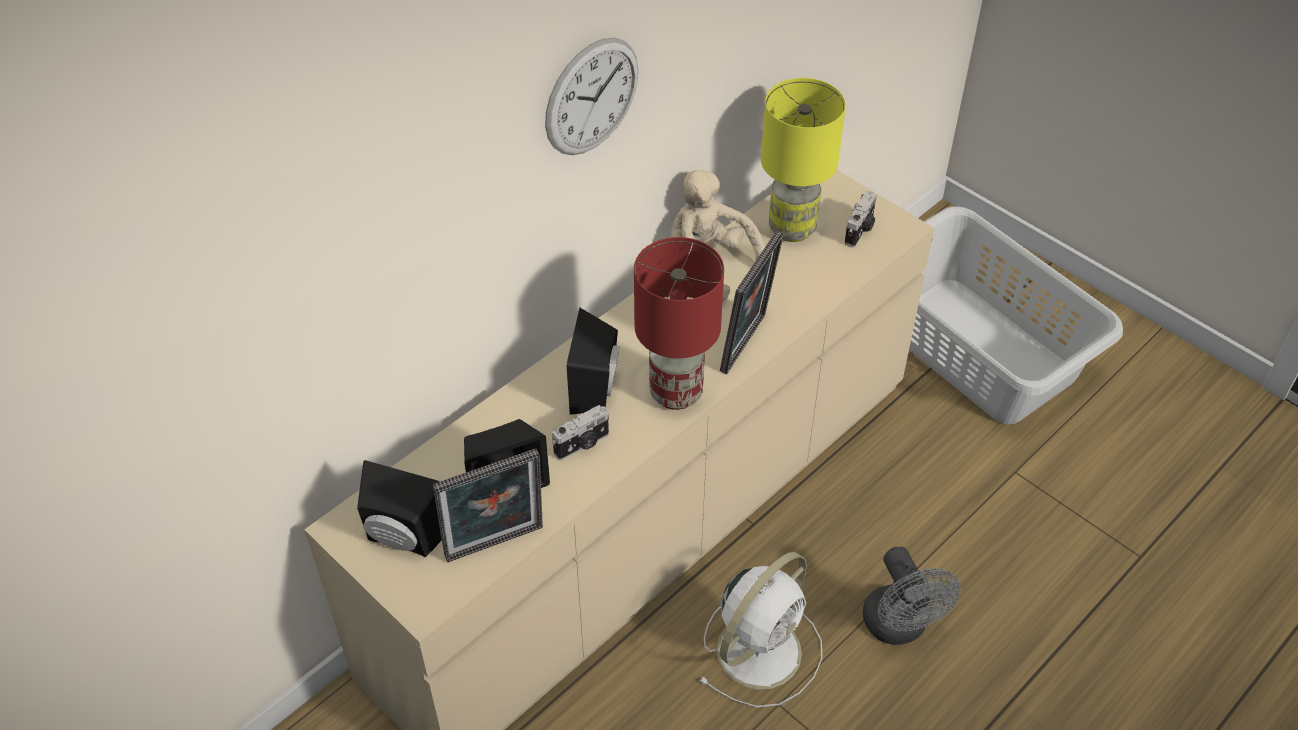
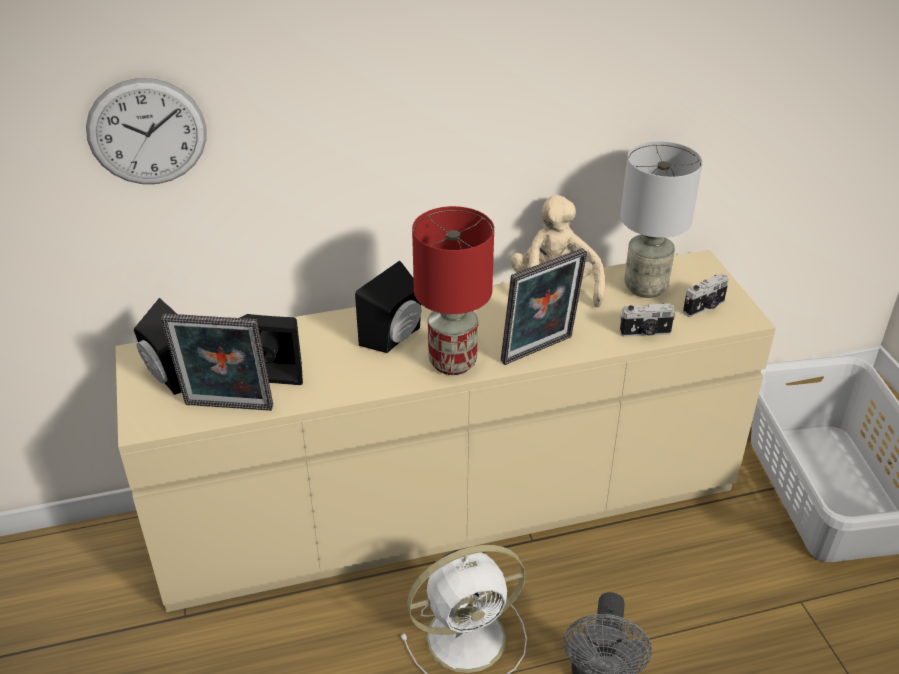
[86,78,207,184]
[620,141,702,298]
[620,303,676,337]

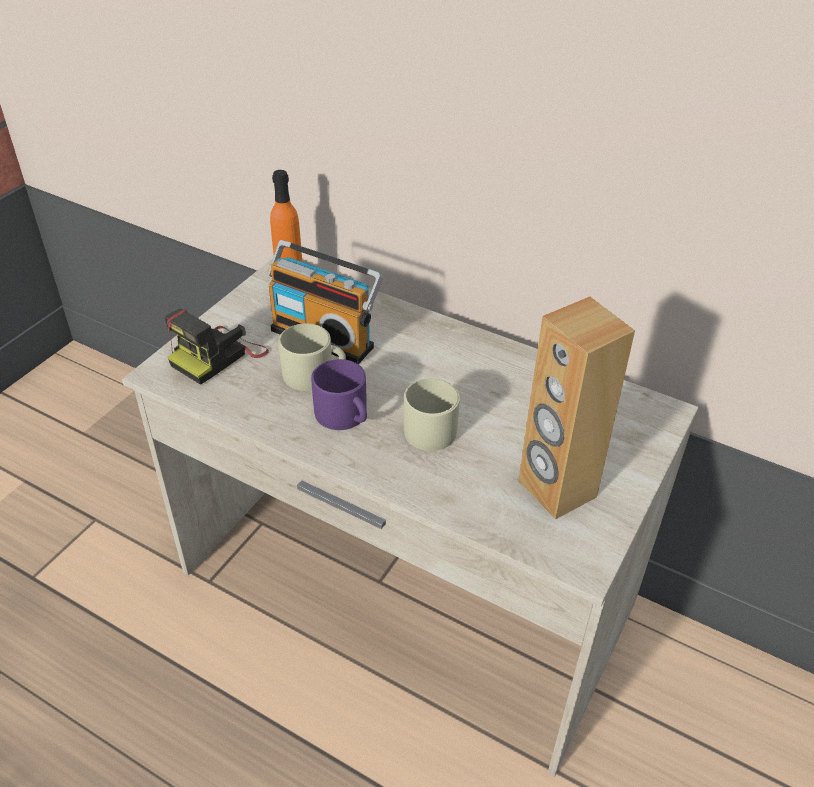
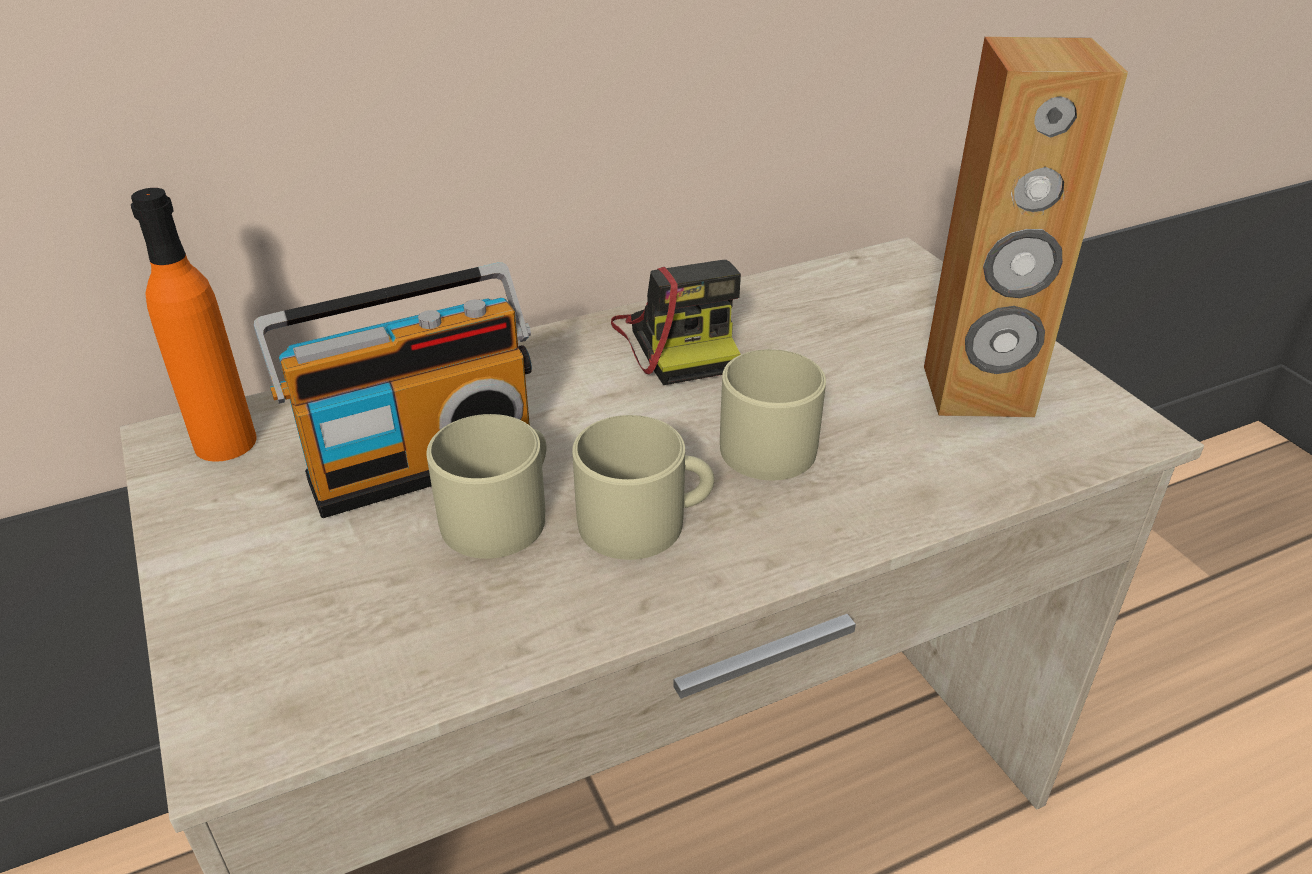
[611,260,741,385]
[572,415,714,560]

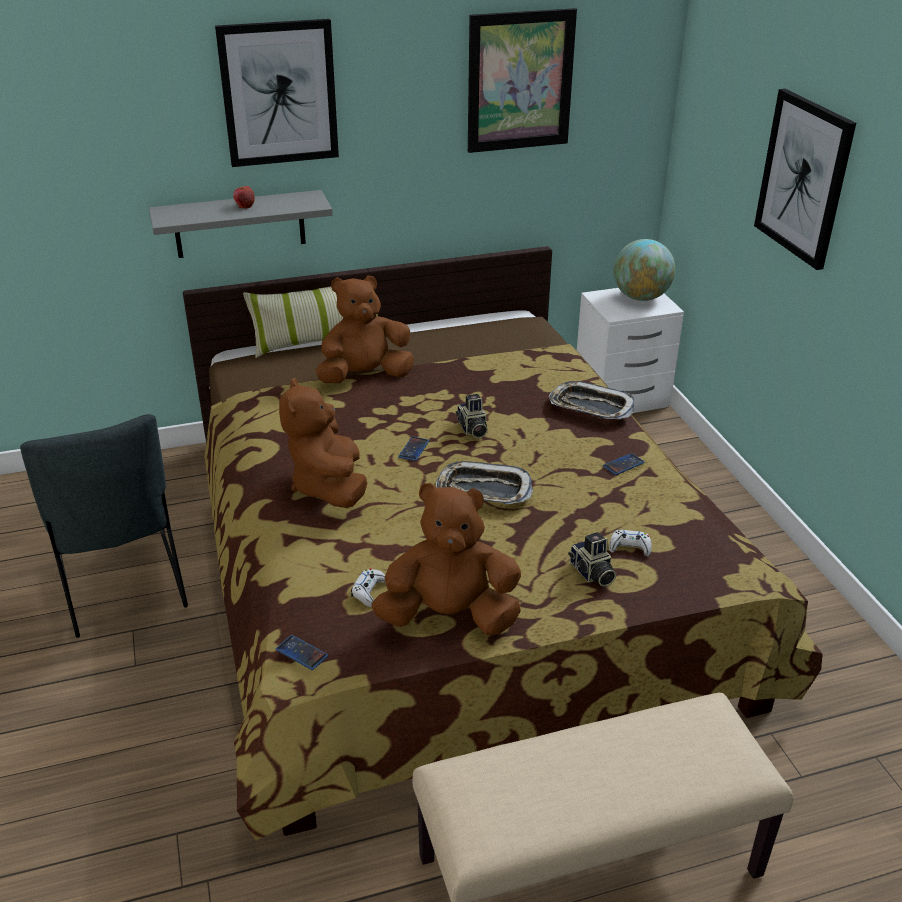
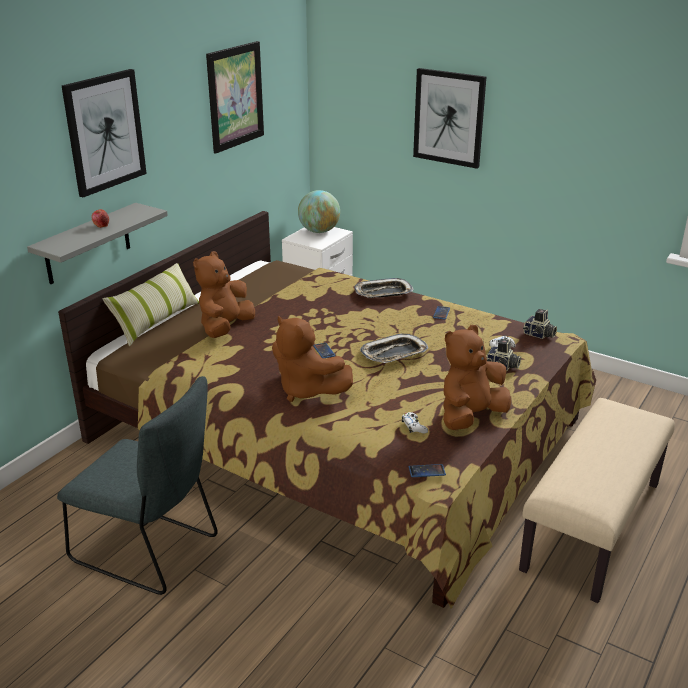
[523,309,557,339]

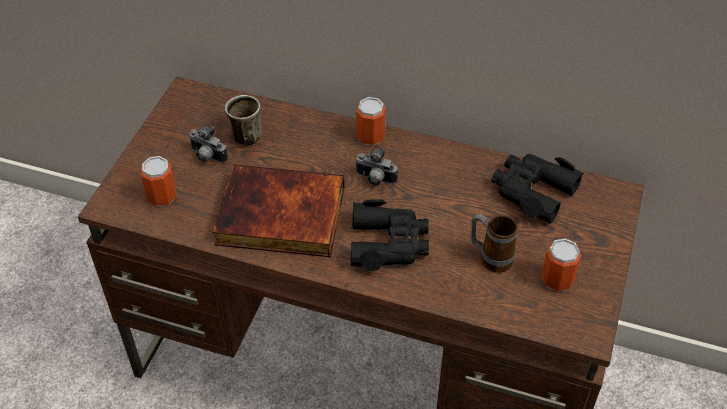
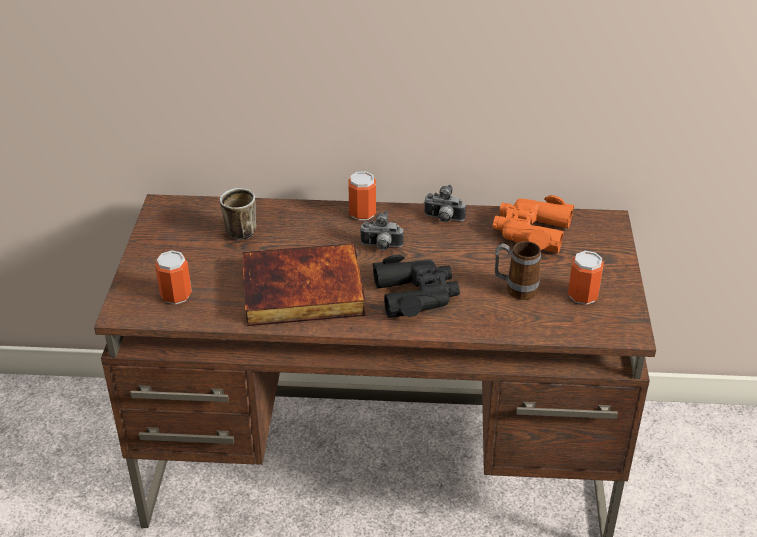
[424,185,466,222]
[493,195,574,253]

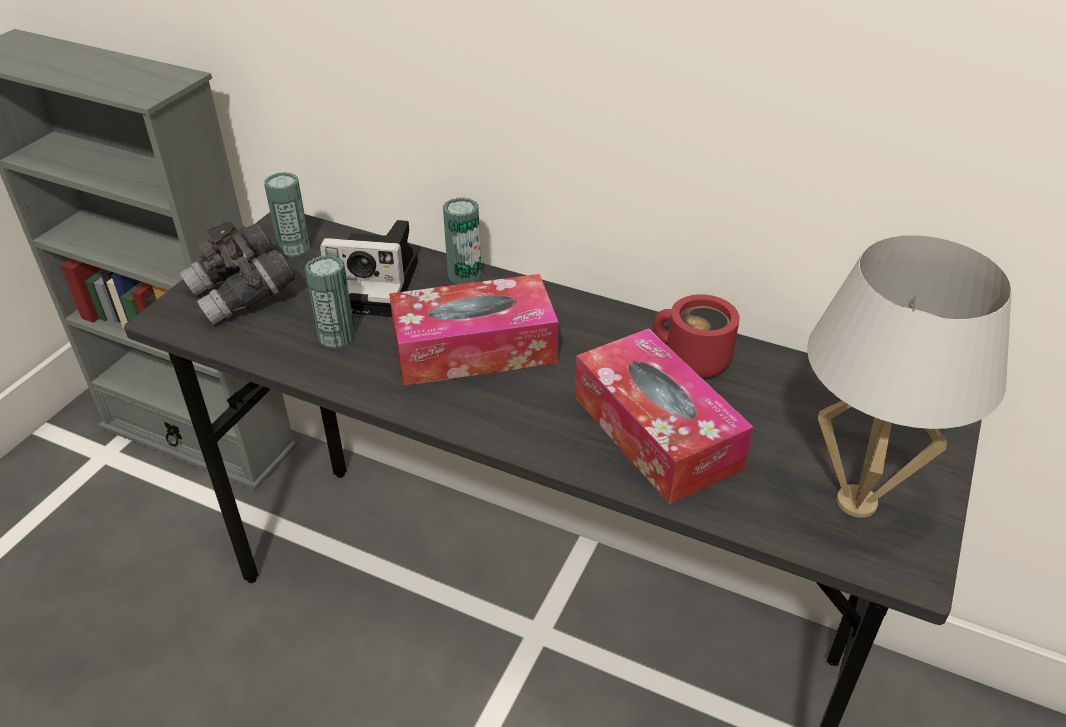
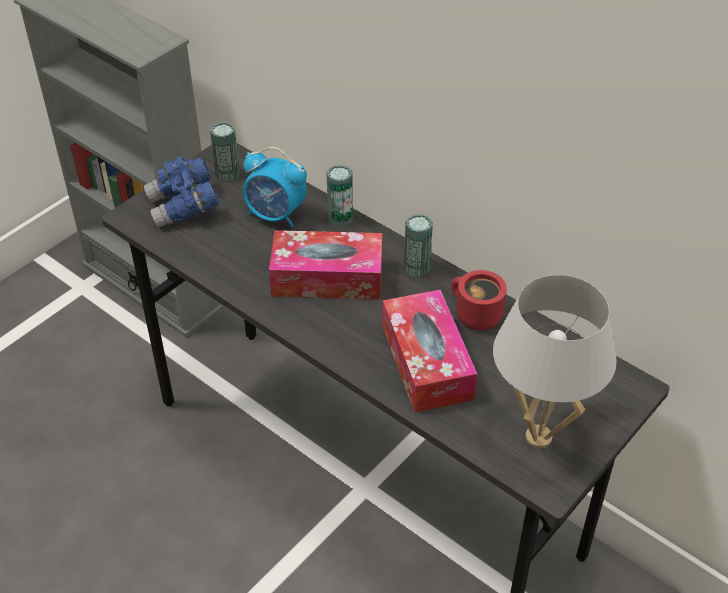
[243,147,307,227]
[144,156,219,228]
[404,214,433,278]

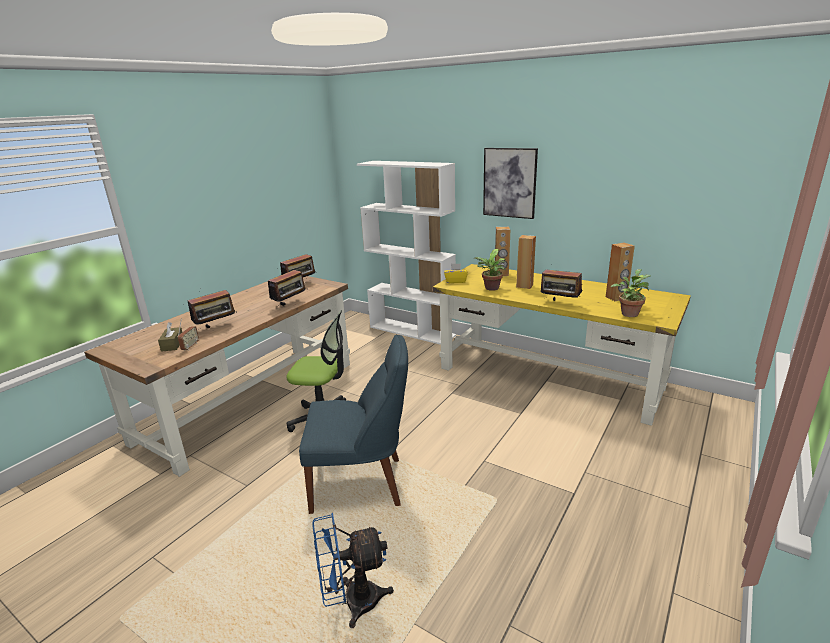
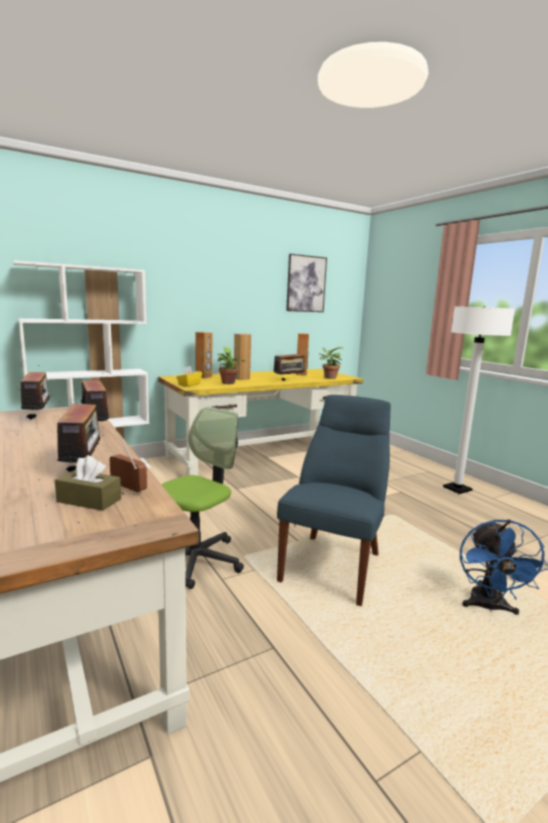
[286,254,327,312]
[443,306,515,494]

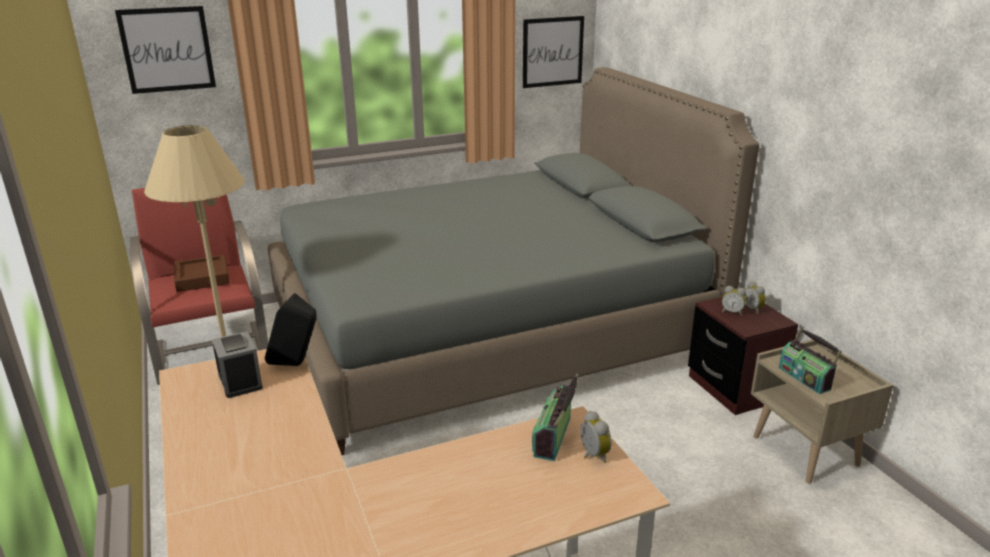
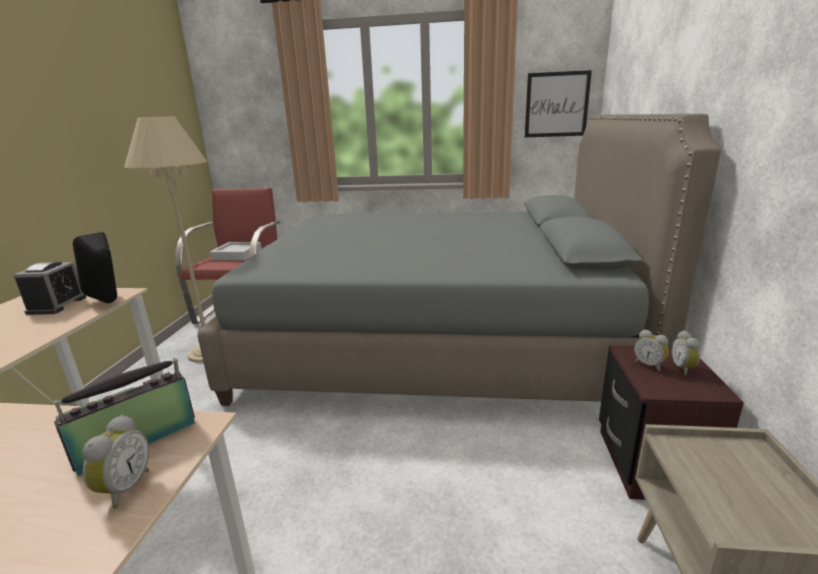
[115,6,216,94] (first image)
[210,242,262,260]
[779,328,842,394] (first image)

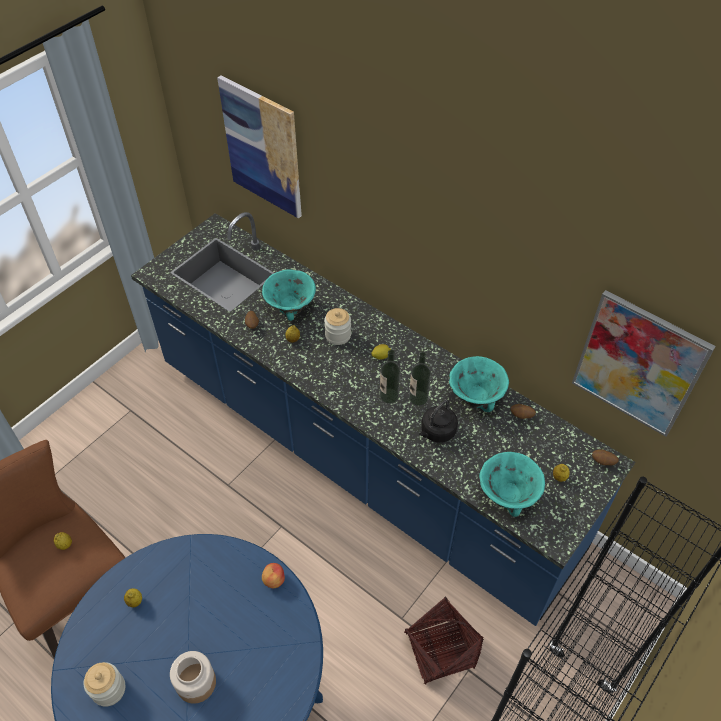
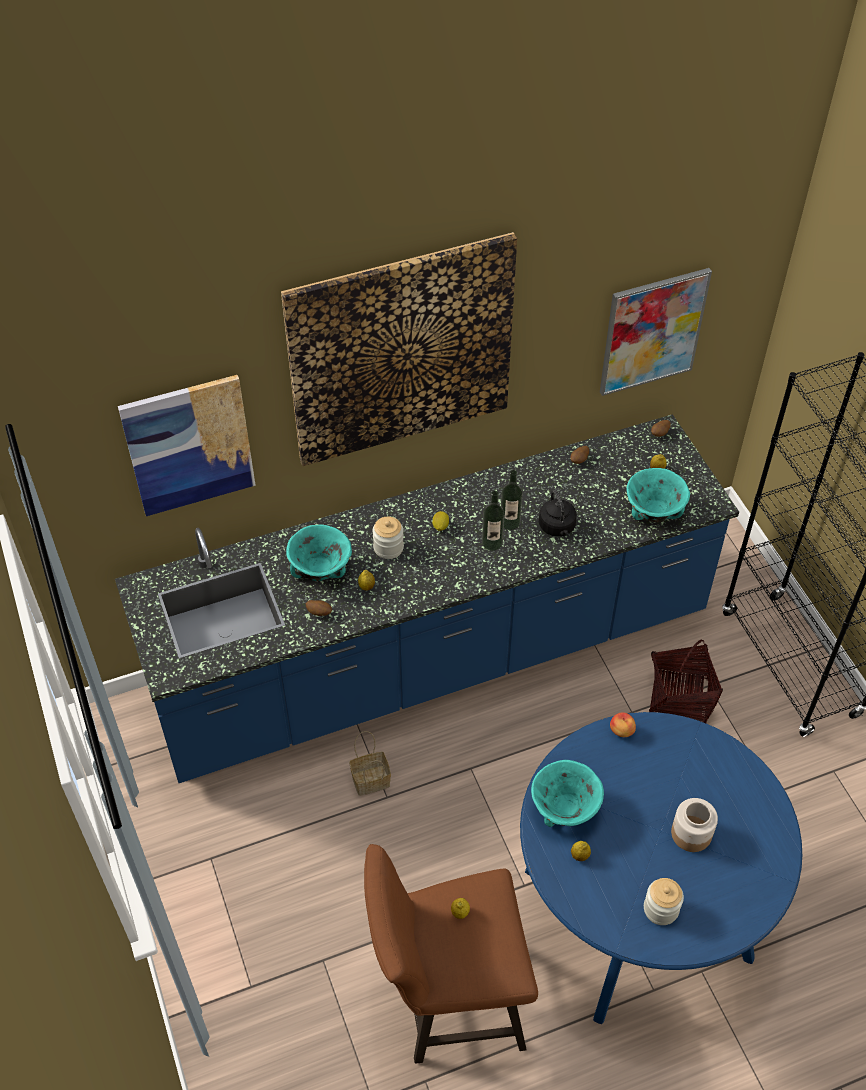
[531,760,604,827]
[281,232,517,466]
[349,731,391,796]

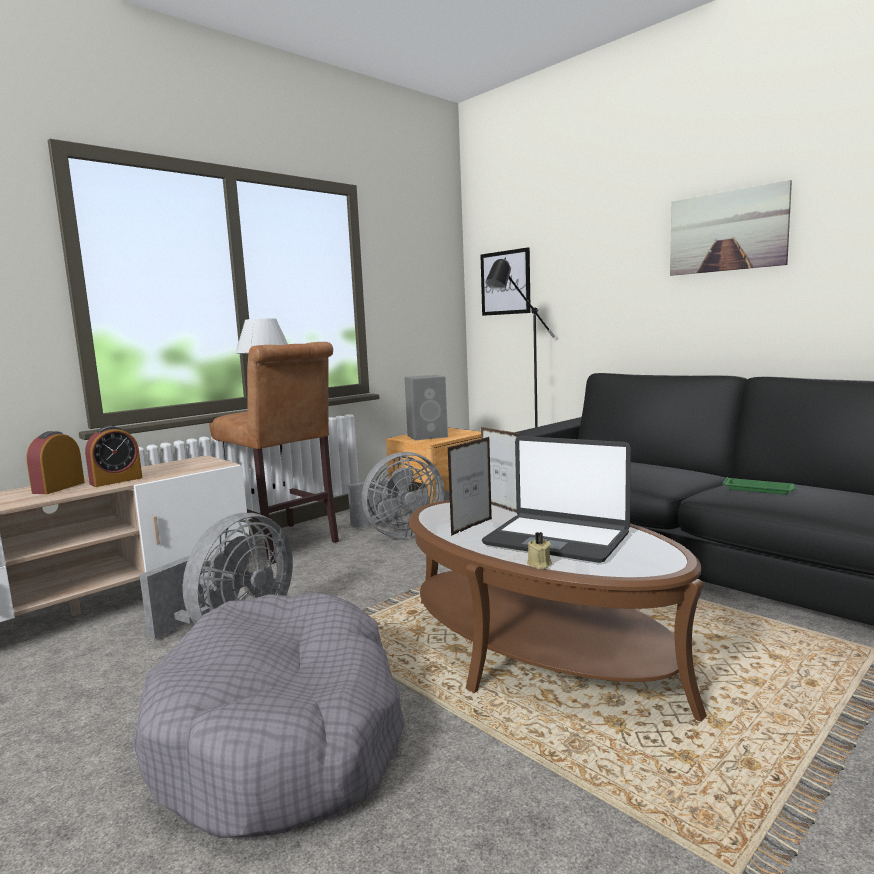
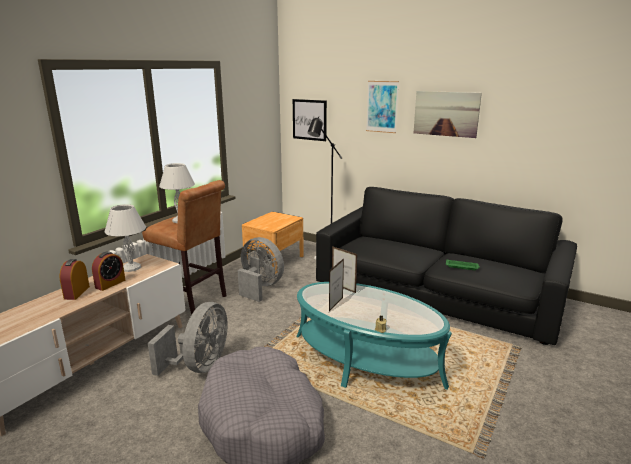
[404,375,448,440] (first image)
[482,436,631,563] (first image)
[238,237,284,302]
[296,282,452,390]
[366,81,399,133]
[105,204,146,272]

